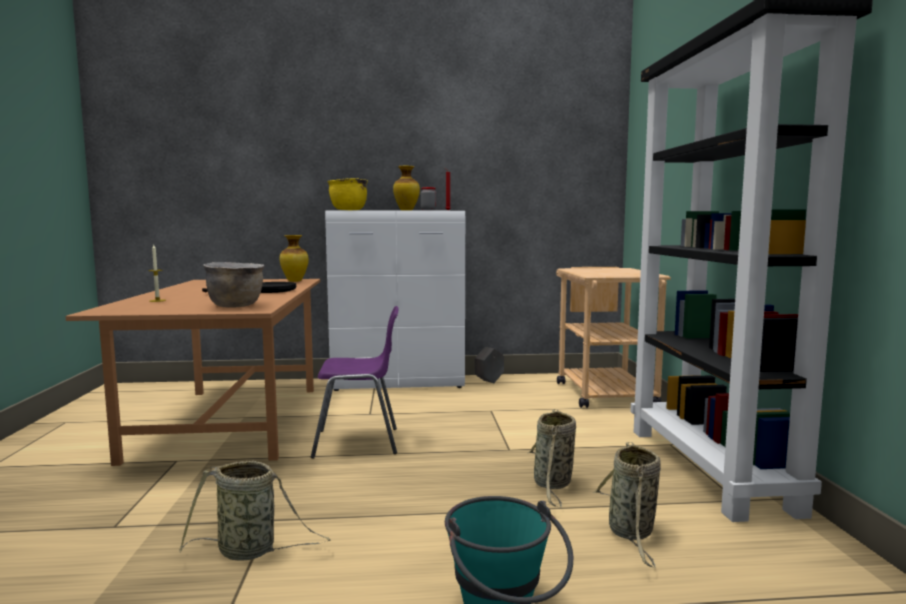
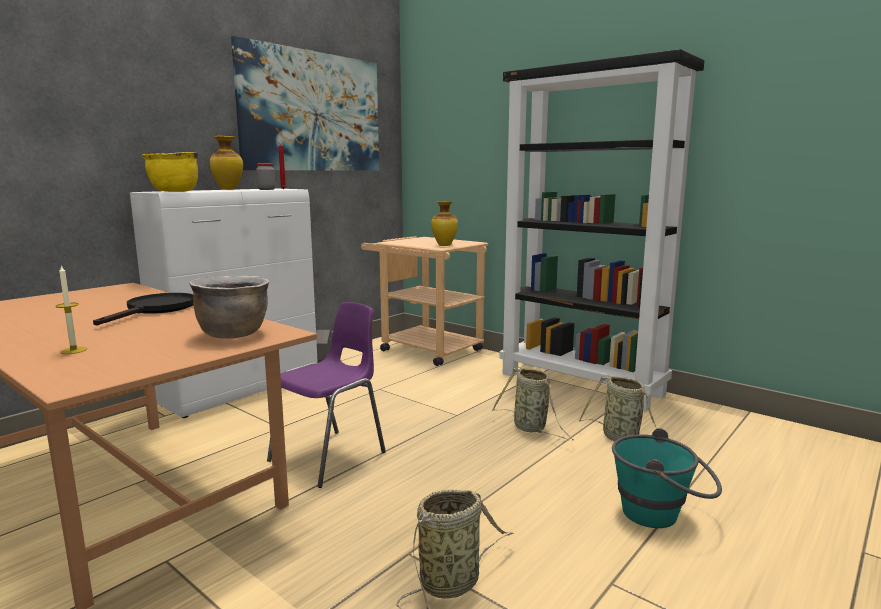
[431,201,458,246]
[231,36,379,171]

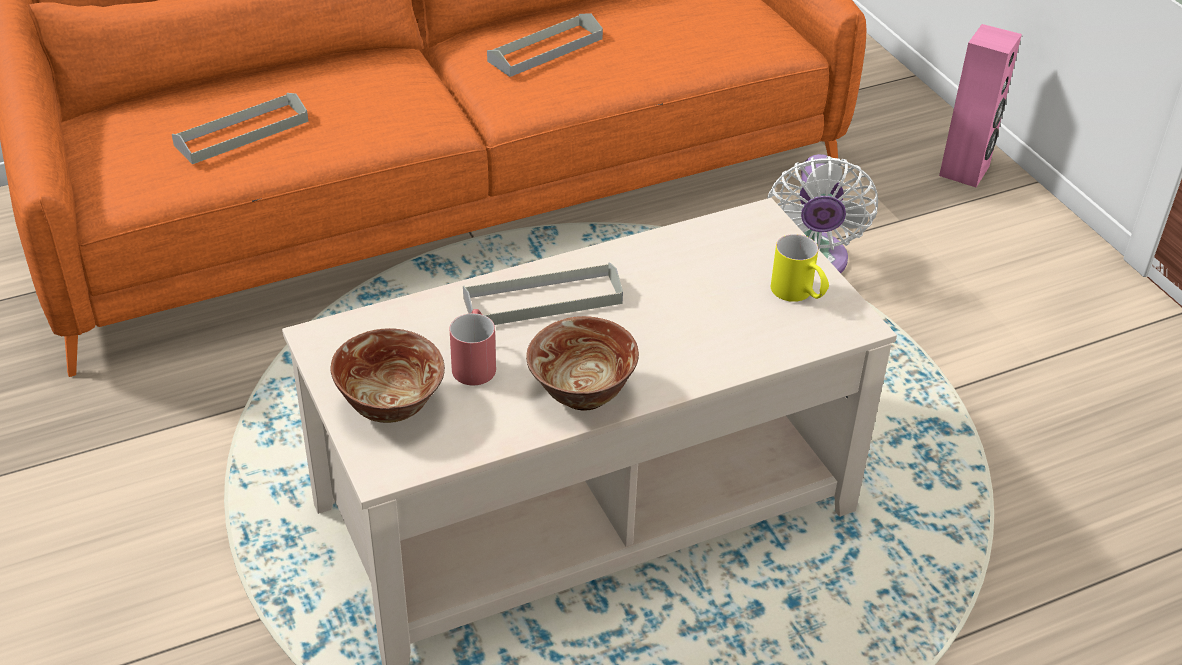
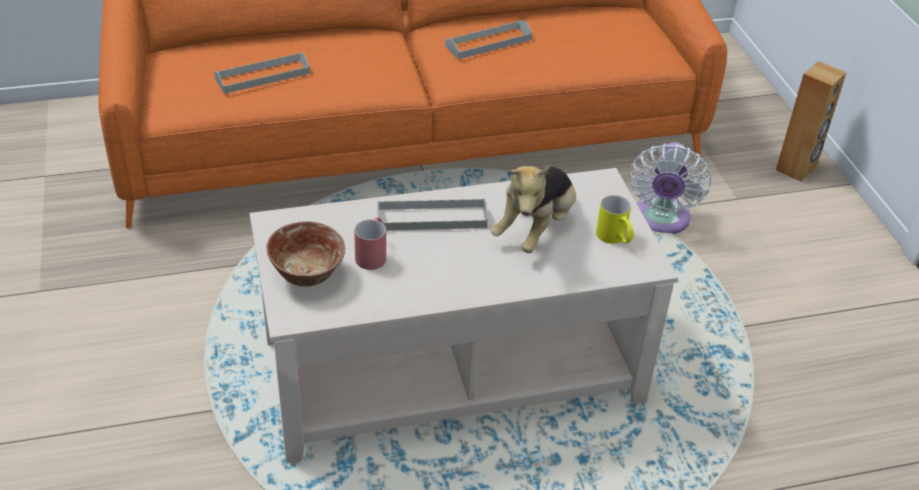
[776,61,847,182]
[526,316,639,411] (first image)
[491,165,576,253]

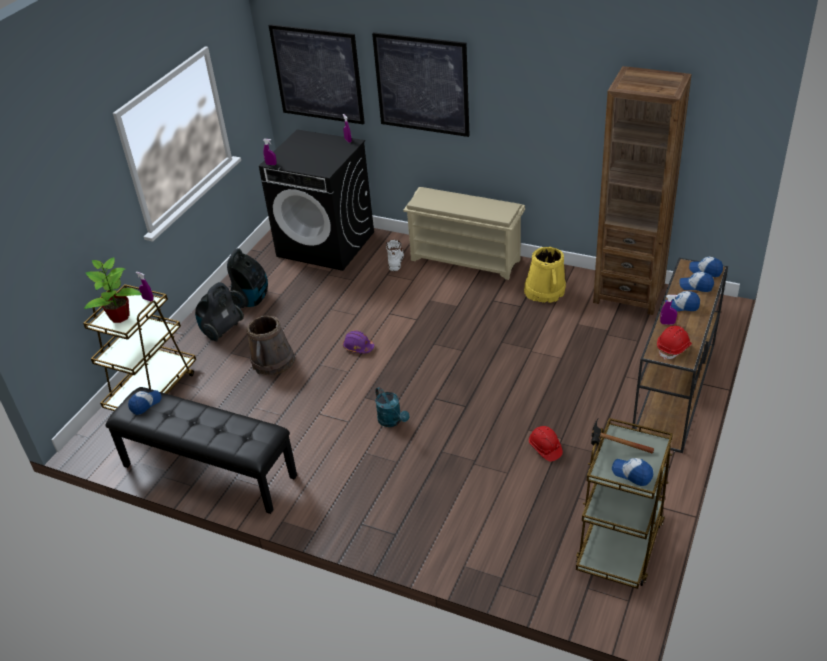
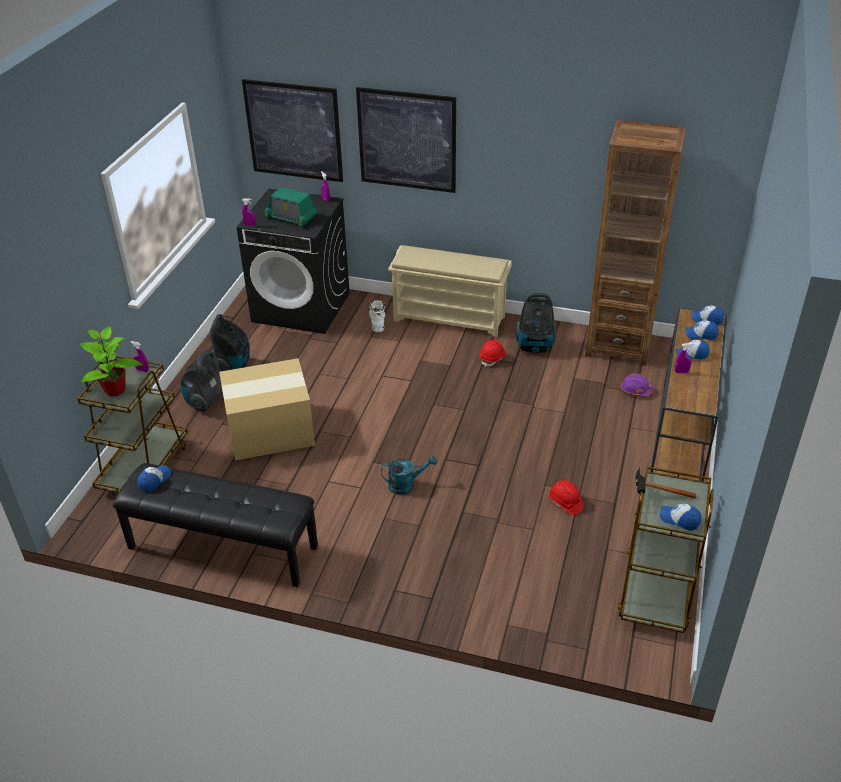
[516,293,556,353]
[219,358,315,461]
[479,340,507,367]
[621,374,654,396]
[381,455,437,495]
[263,187,317,226]

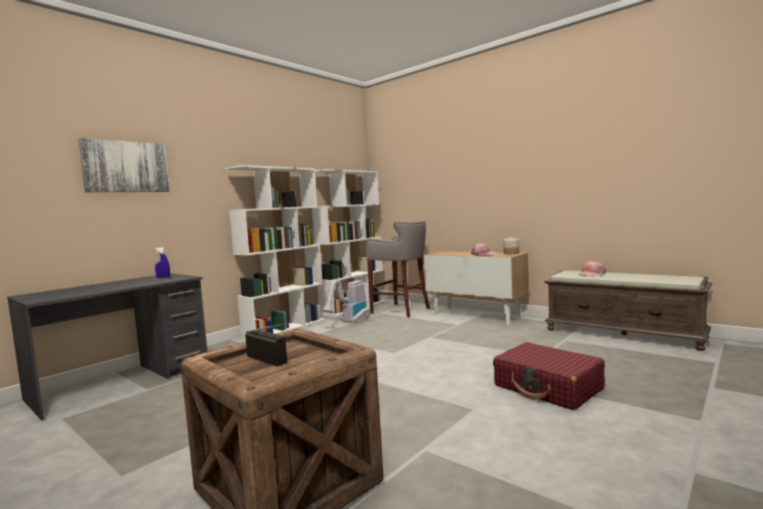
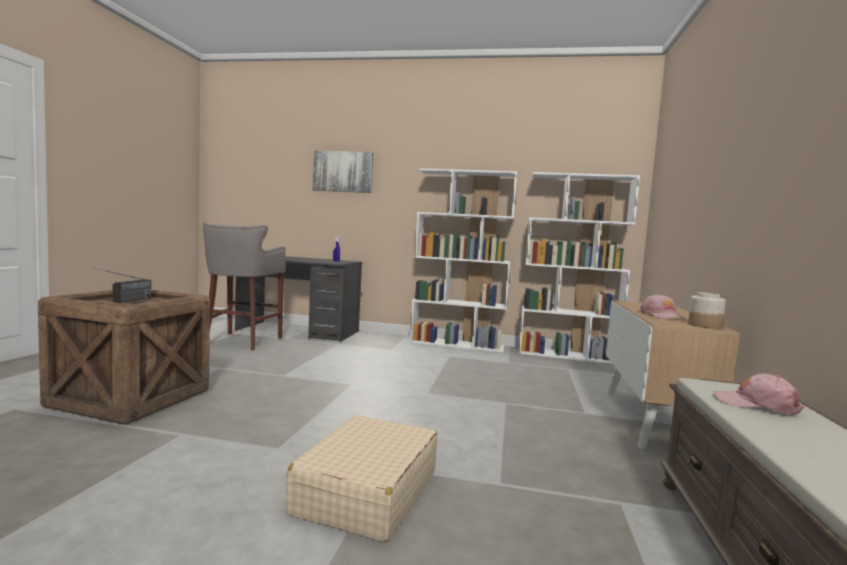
[203,221,286,350]
[321,279,370,323] (first image)
[286,415,437,542]

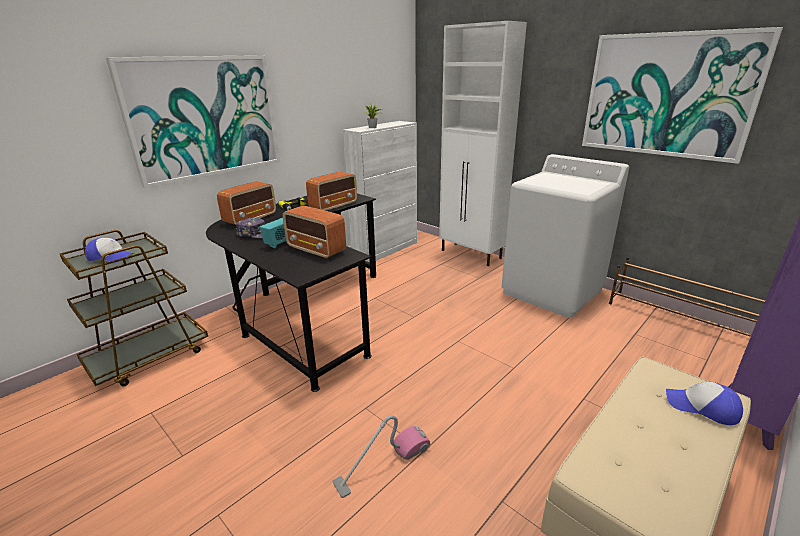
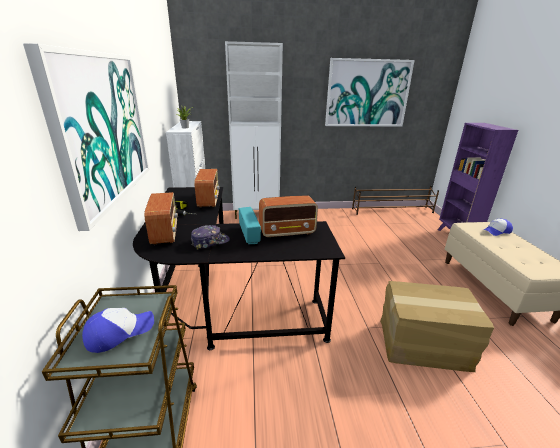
[502,154,629,318] (first image)
[380,281,494,372]

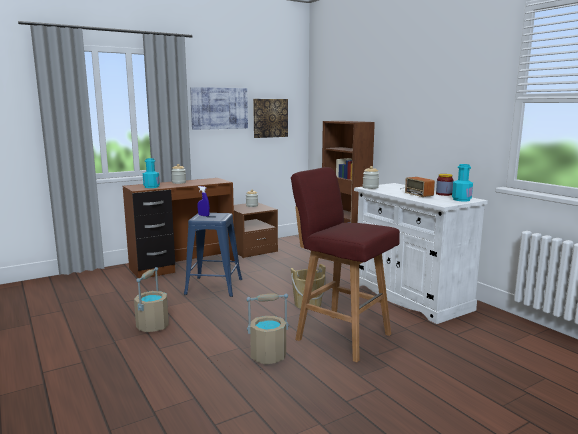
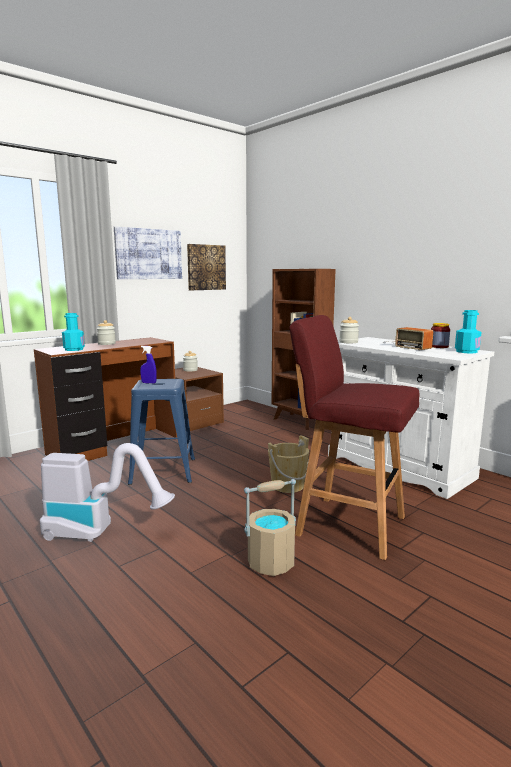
[40,443,175,542]

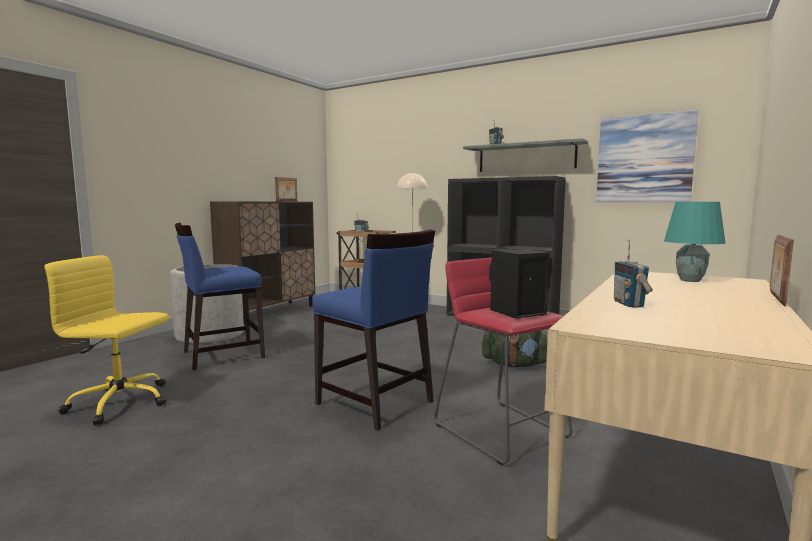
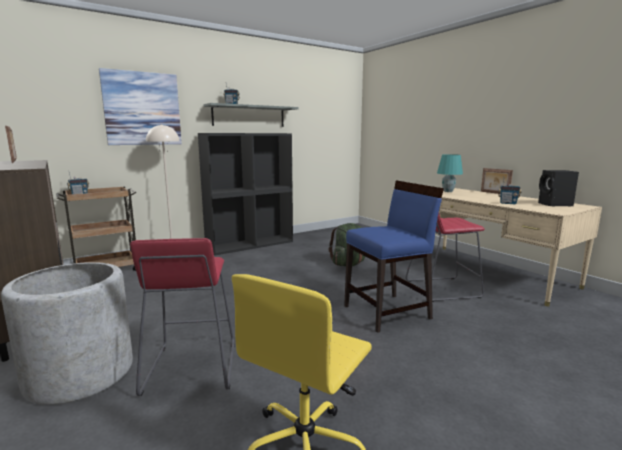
[99,68,182,145]
[130,238,234,396]
[538,170,579,207]

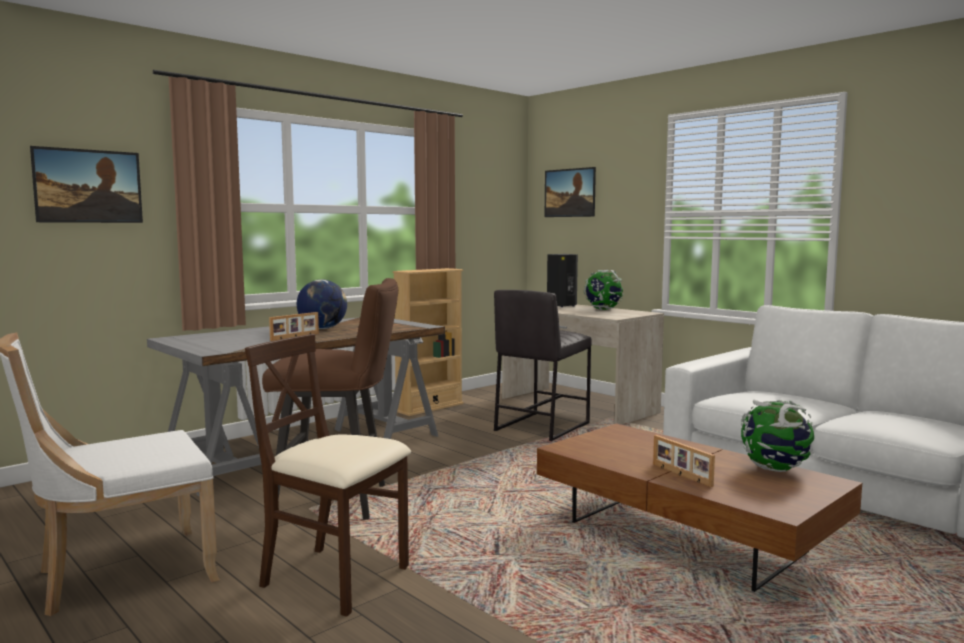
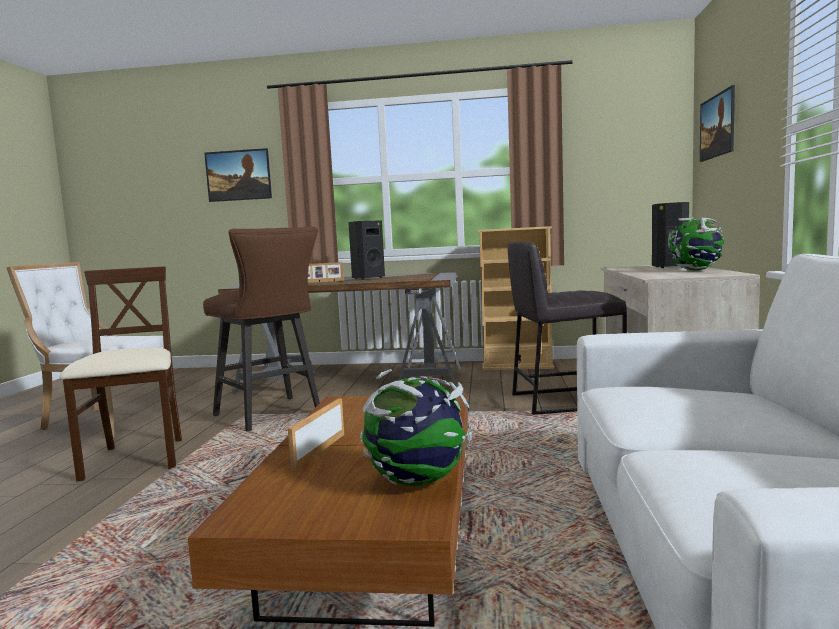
[348,220,385,280]

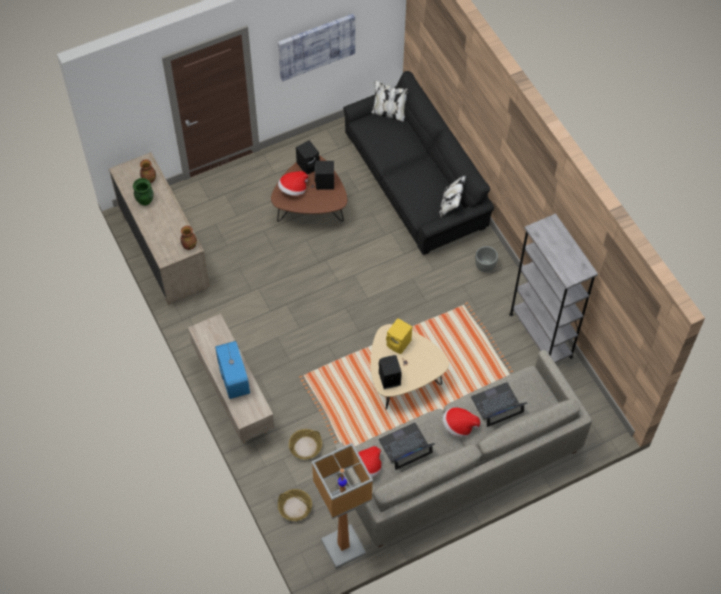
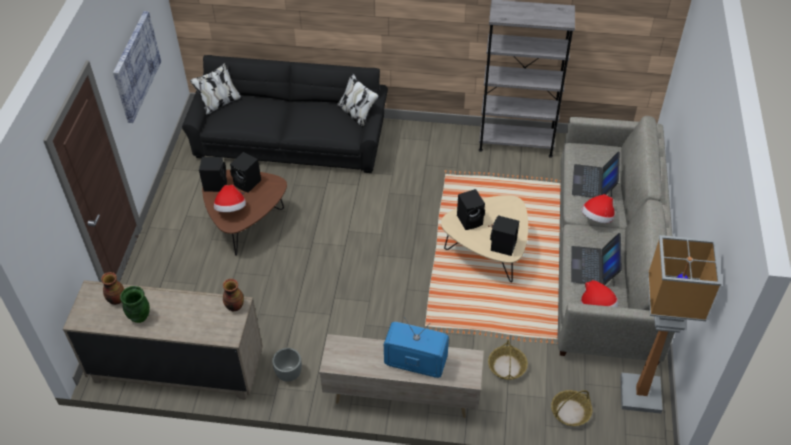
[272,348,302,382]
[457,189,485,230]

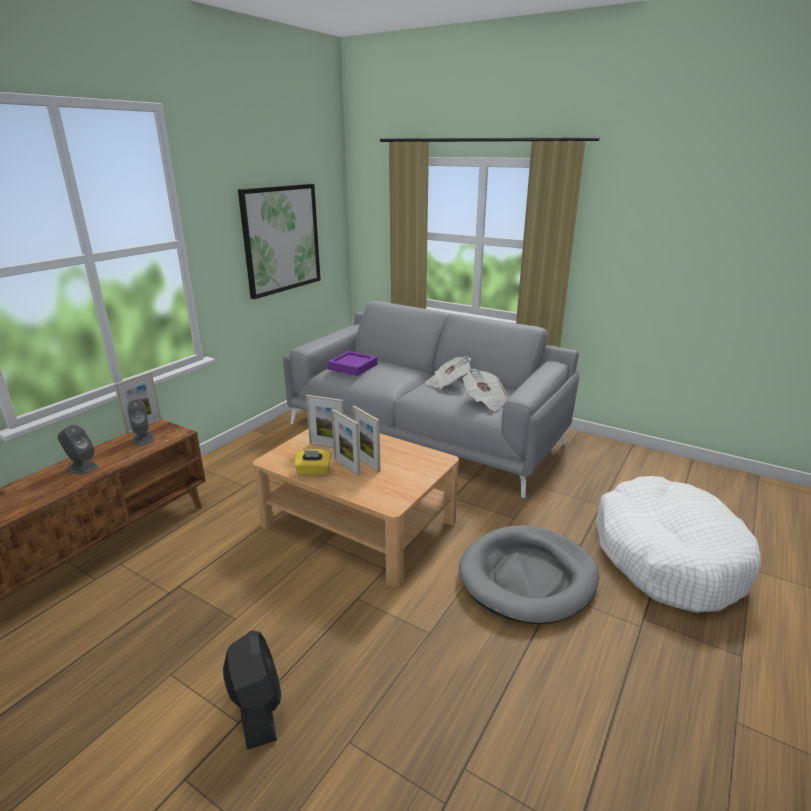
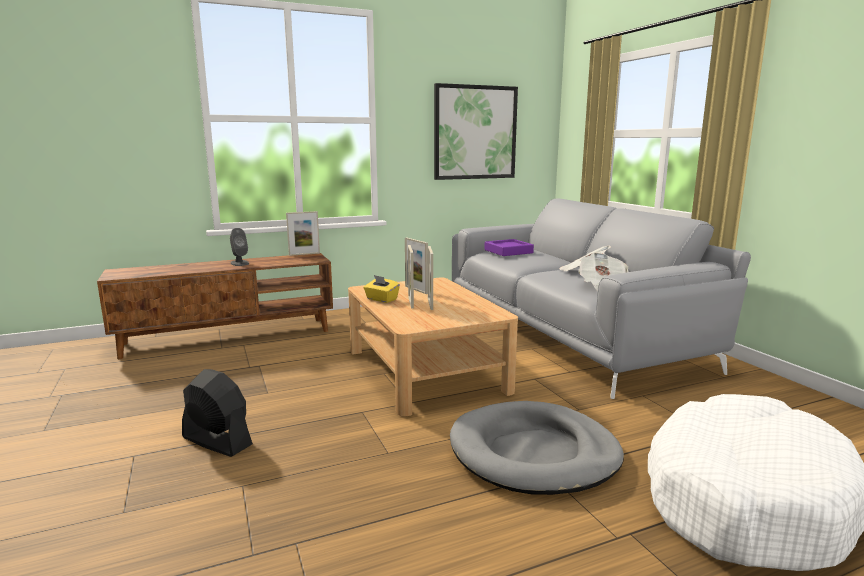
[127,399,154,446] (first image)
[182,369,253,457]

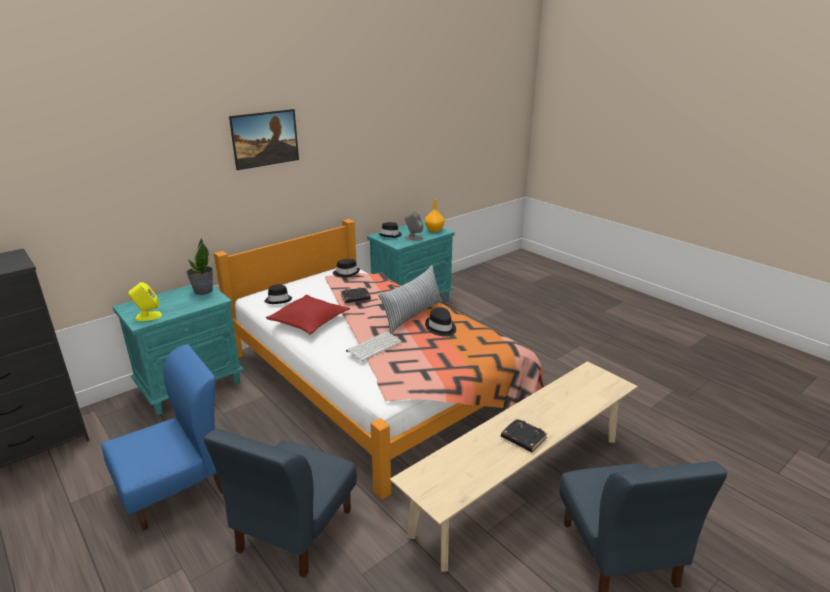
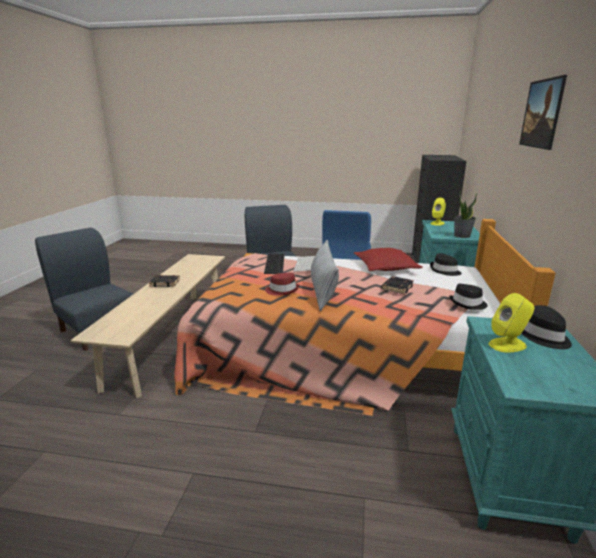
[425,199,445,232] (first image)
[489,293,534,353]
[265,273,299,296]
[264,254,285,274]

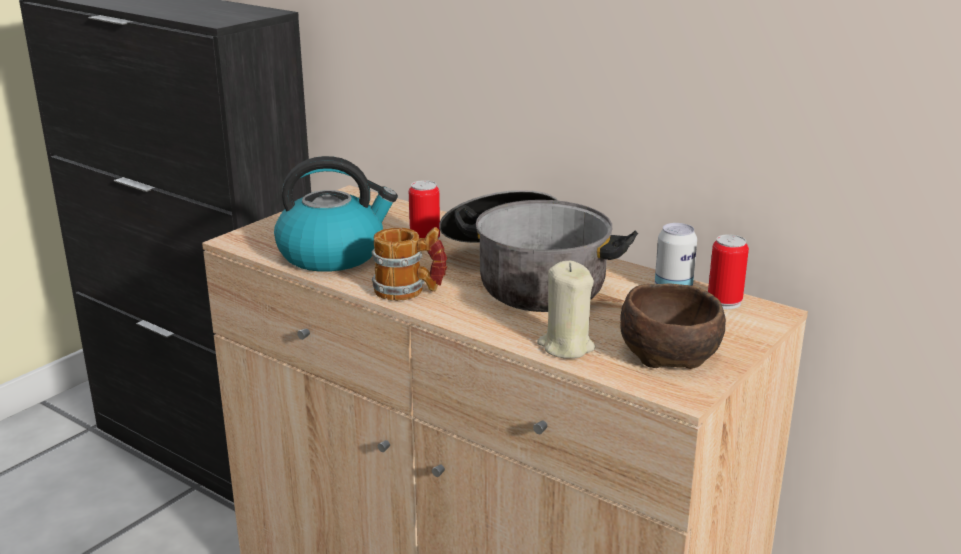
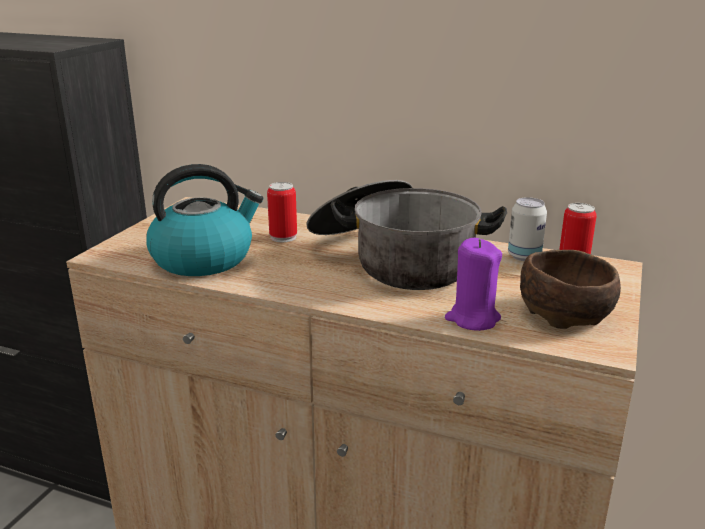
[372,227,447,301] (first image)
[445,238,502,331]

